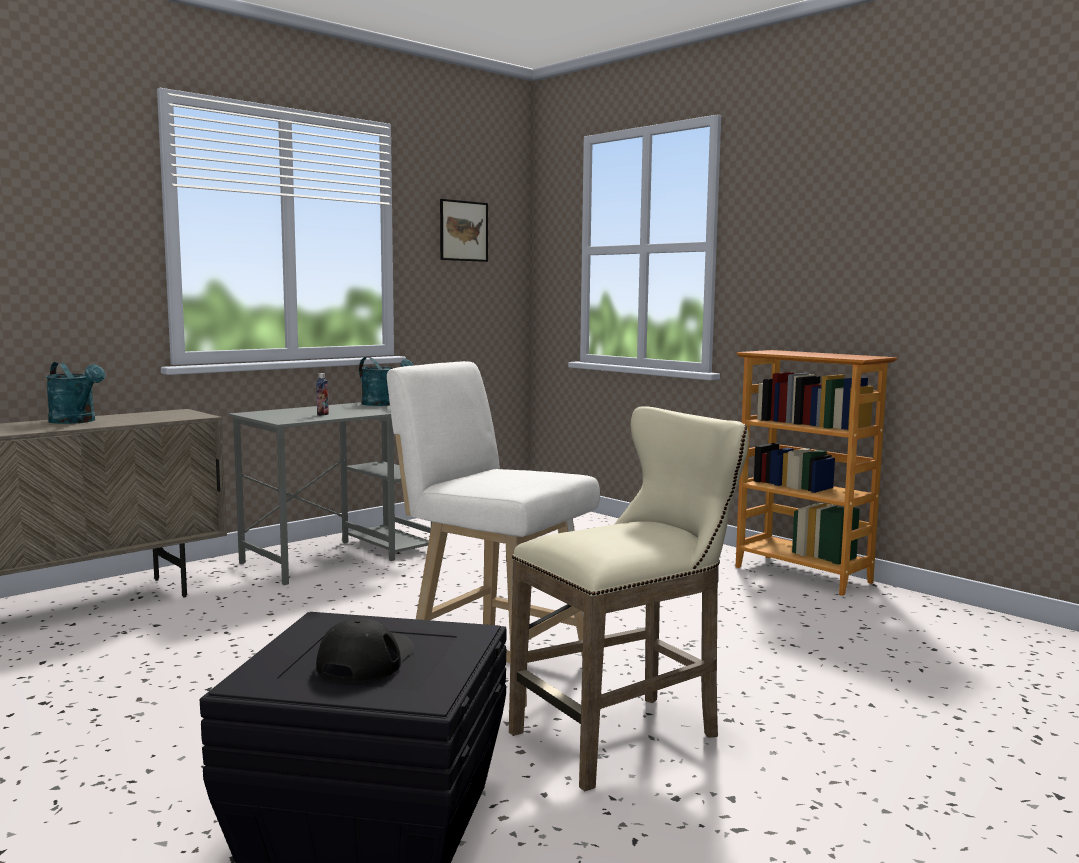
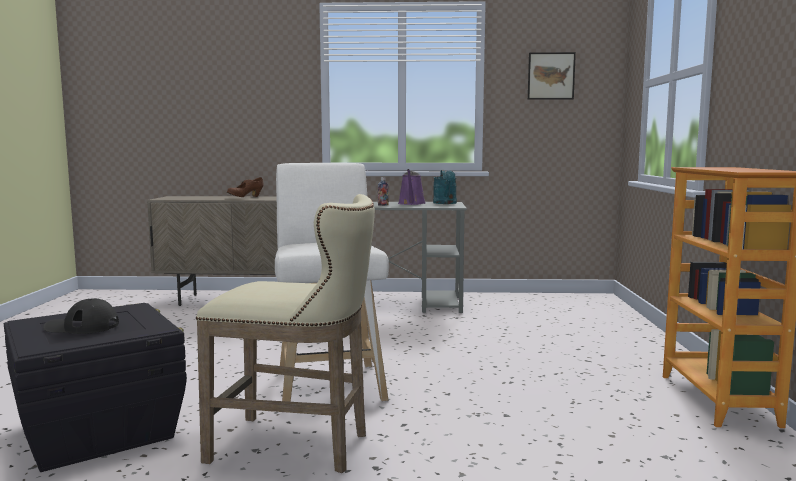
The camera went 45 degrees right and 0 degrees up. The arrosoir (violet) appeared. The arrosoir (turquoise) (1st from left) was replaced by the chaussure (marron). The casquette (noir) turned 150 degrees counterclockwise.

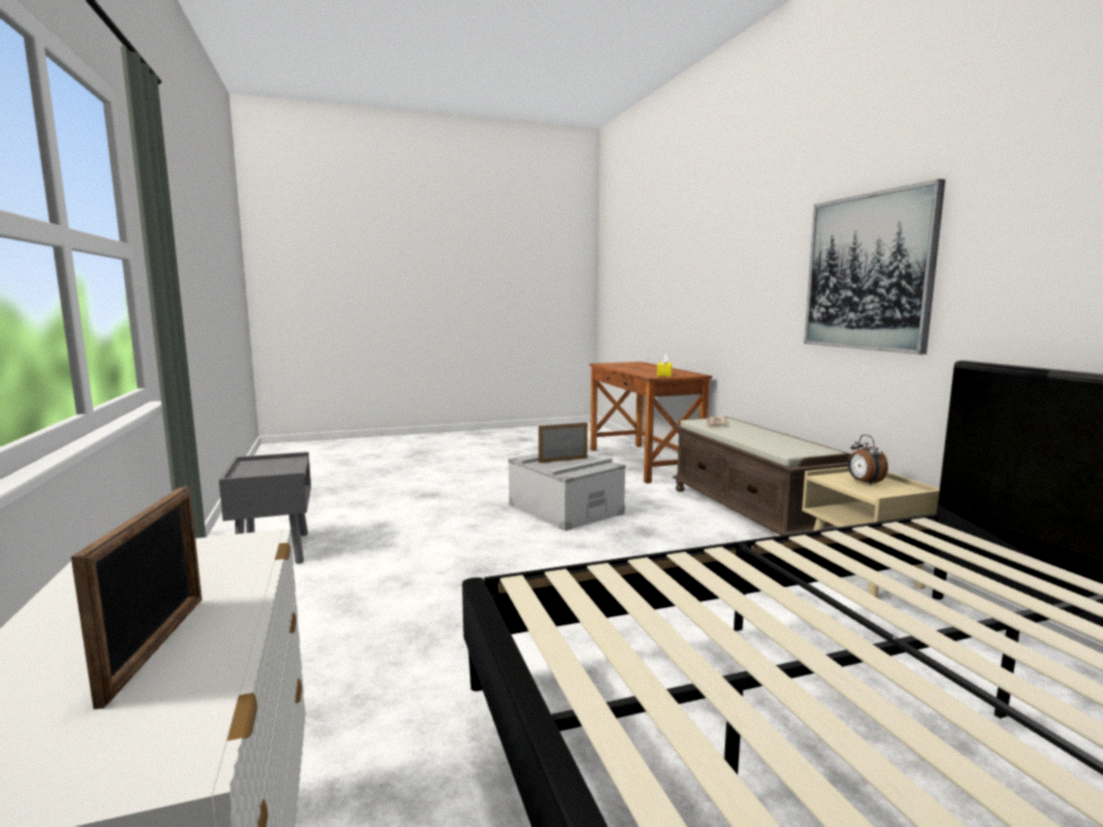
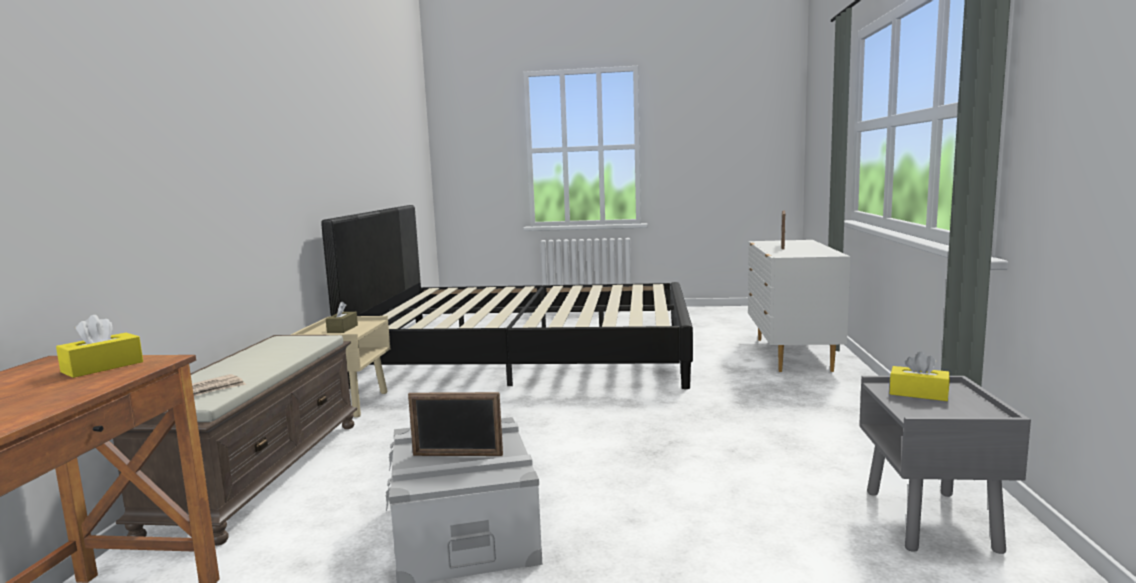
The camera went 155 degrees left and 0 degrees up. The tableau disappeared. The boîte à mouchoirs (jaune) (2nd from left) appeared. The réveil was replaced by the boîte à mouchoirs (marron).

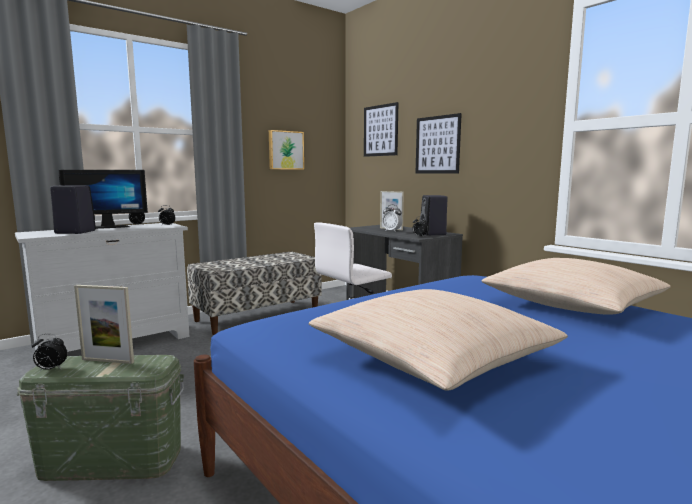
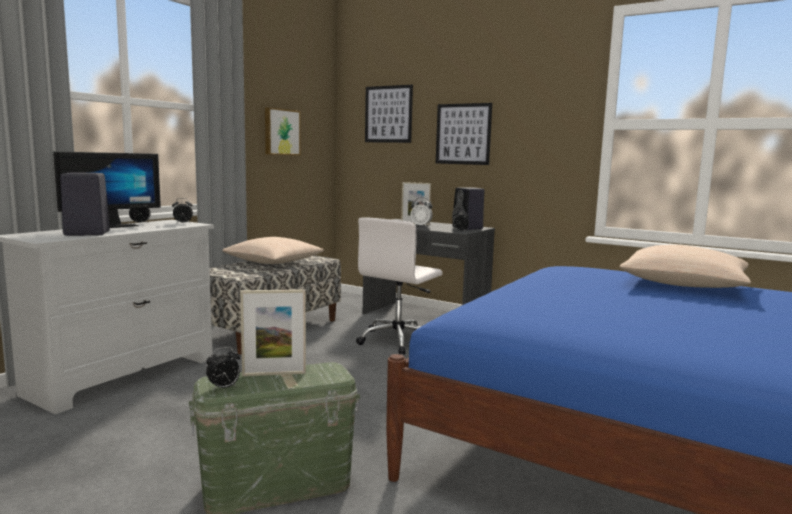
The camera went 20 degrees left and 0 degrees up. The coussin (beige) (1st from left) moved.

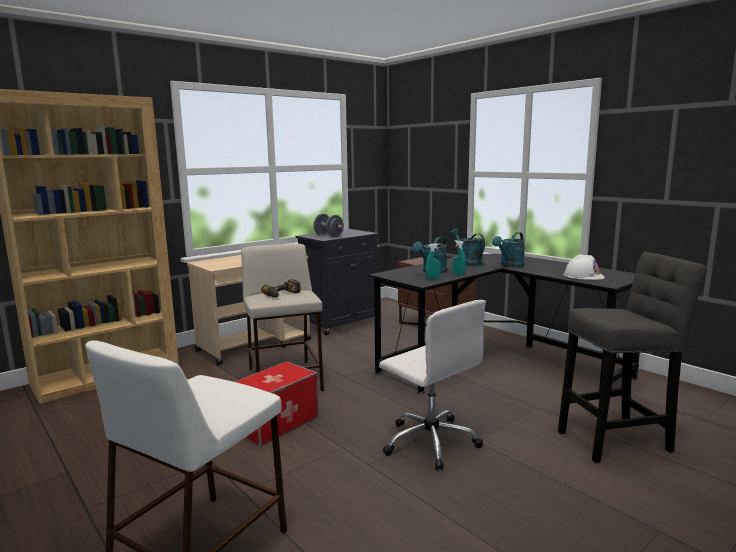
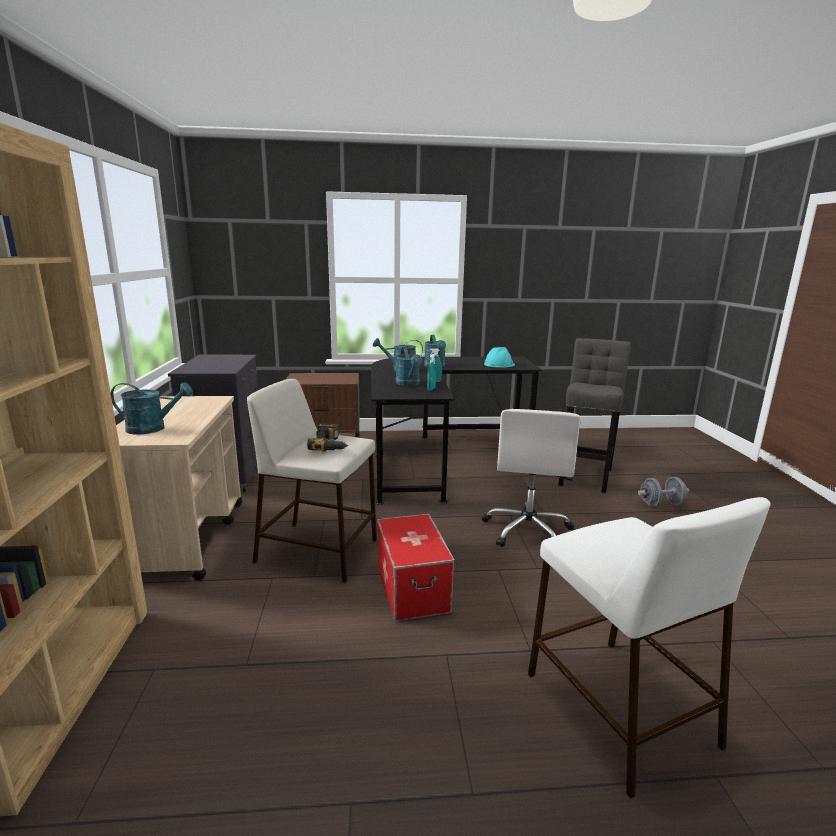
The camera went 55 degrees left and 5 degrees up. The arrosoir (turquoise) (1st from left) appeared. The haltère (gris) moved. The casque de chantier (blanc) became the casque de chantier (turquoise). The chaise de bureau (blanc) turned 105 degrees clockwise.

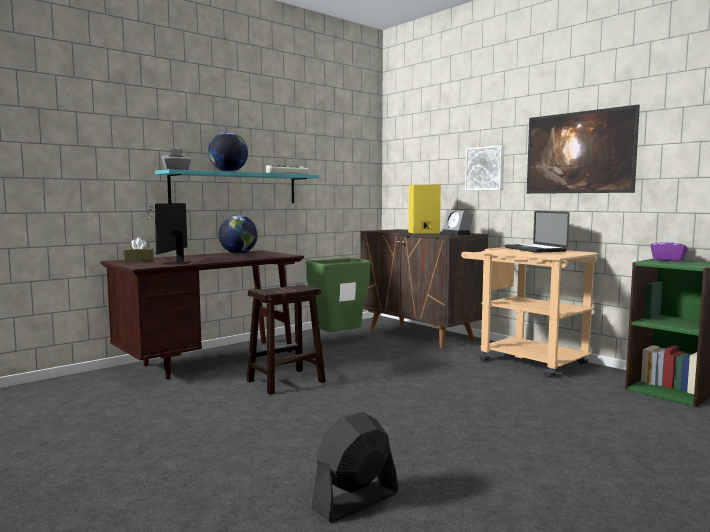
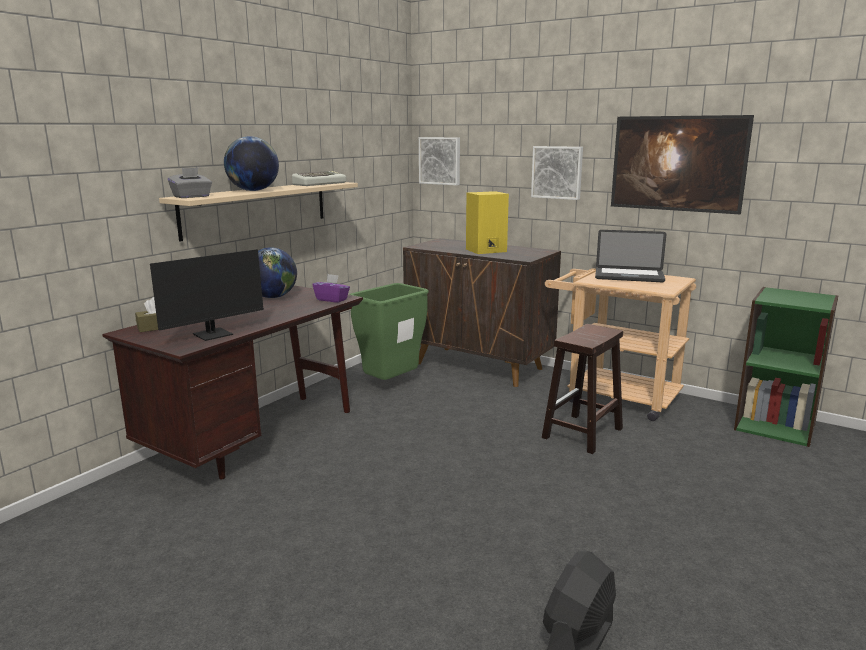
The camera went 15 degrees left and 10 degrees up. The réveil disappeared. The tableau (1st from left) appeared. The tabouret (marron) moved. The boîte à mouchoirs (violet) moved. The étagère (turquoise) became the étagère (beige). The écran d'ordinateur turned 120 degrees counterclockwise. The ordinateur portable turned 45 degrees counterclockwise.

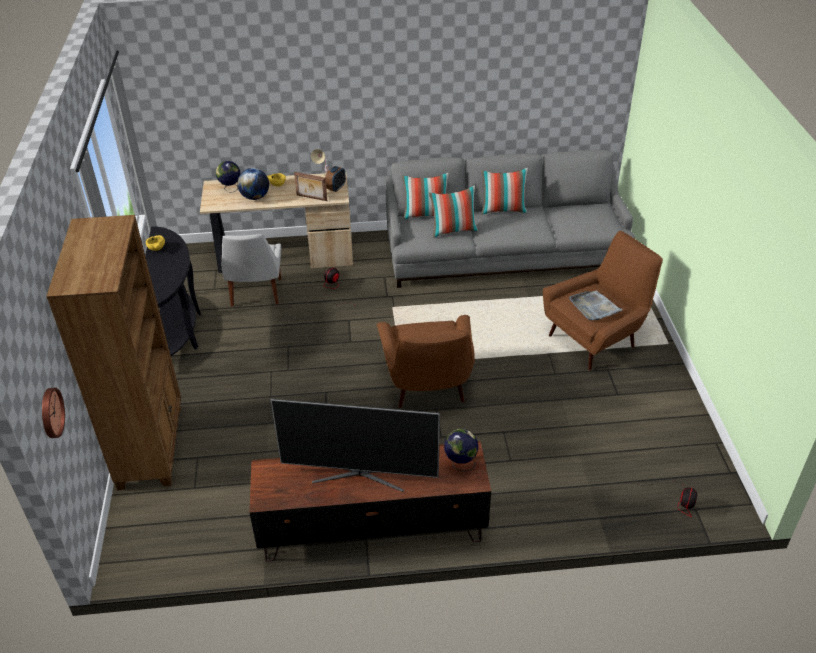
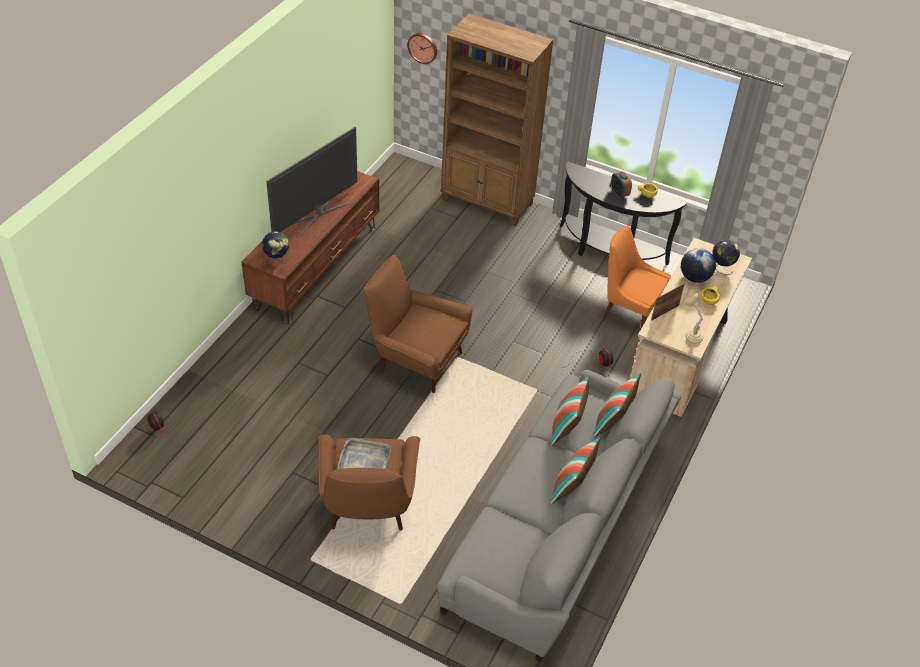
The camera went 120 degrees right and 5 degrees up. The réveil moved. The chaise (blanc) became the chaise (orange).

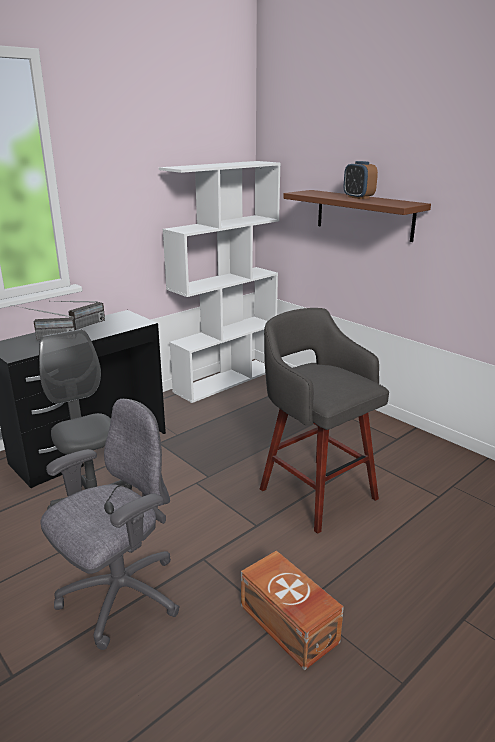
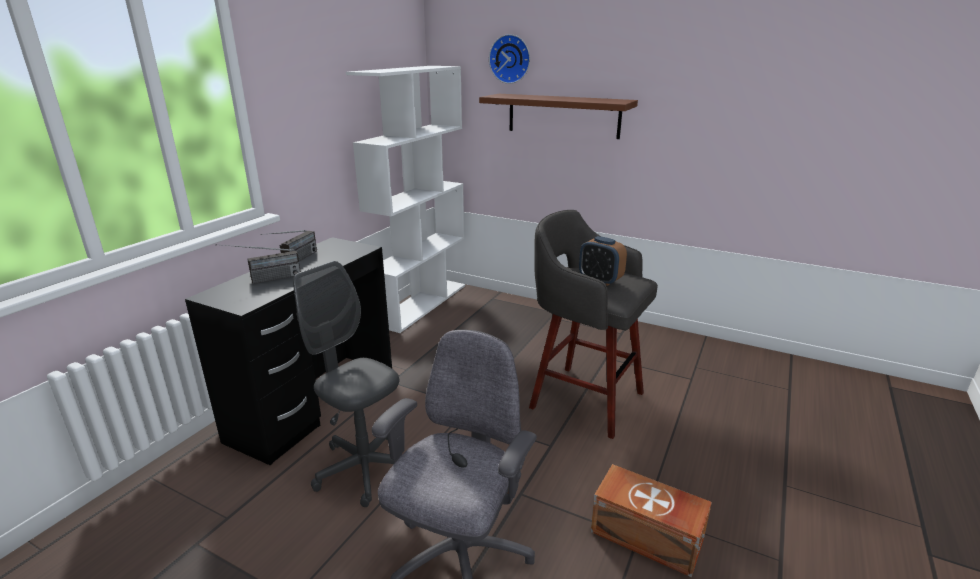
The camera went 20 degrees left and 0 degrees up. The horloge murale appeared. The réveil moved.

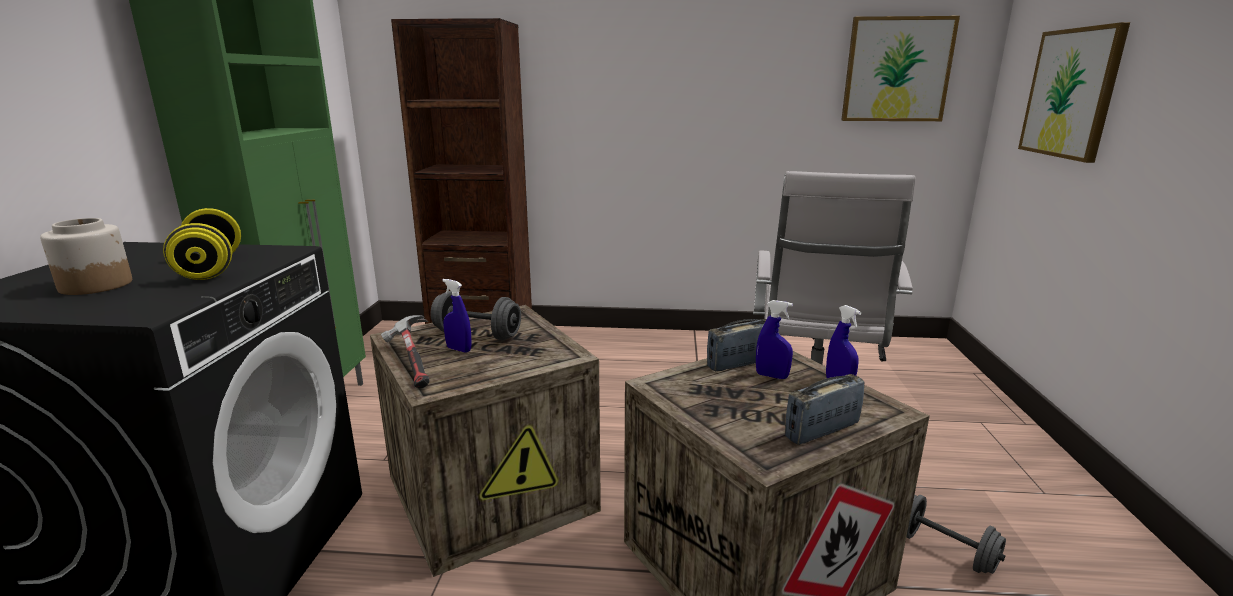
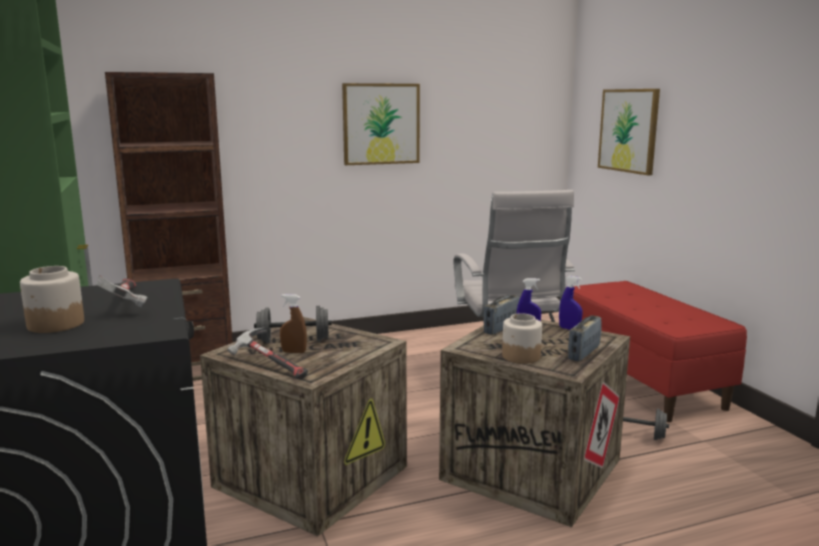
The camera went 25 degrees left and 5 degrees down. The bocal (2nd from left) appeared. The banc (rouge) appeared. The tableau (1st from left) moved. The haltère (jaune) was replaced by the marteau (1st from left). The vaporisateur (bleu) (1st from left) became the vaporisateur (marron).

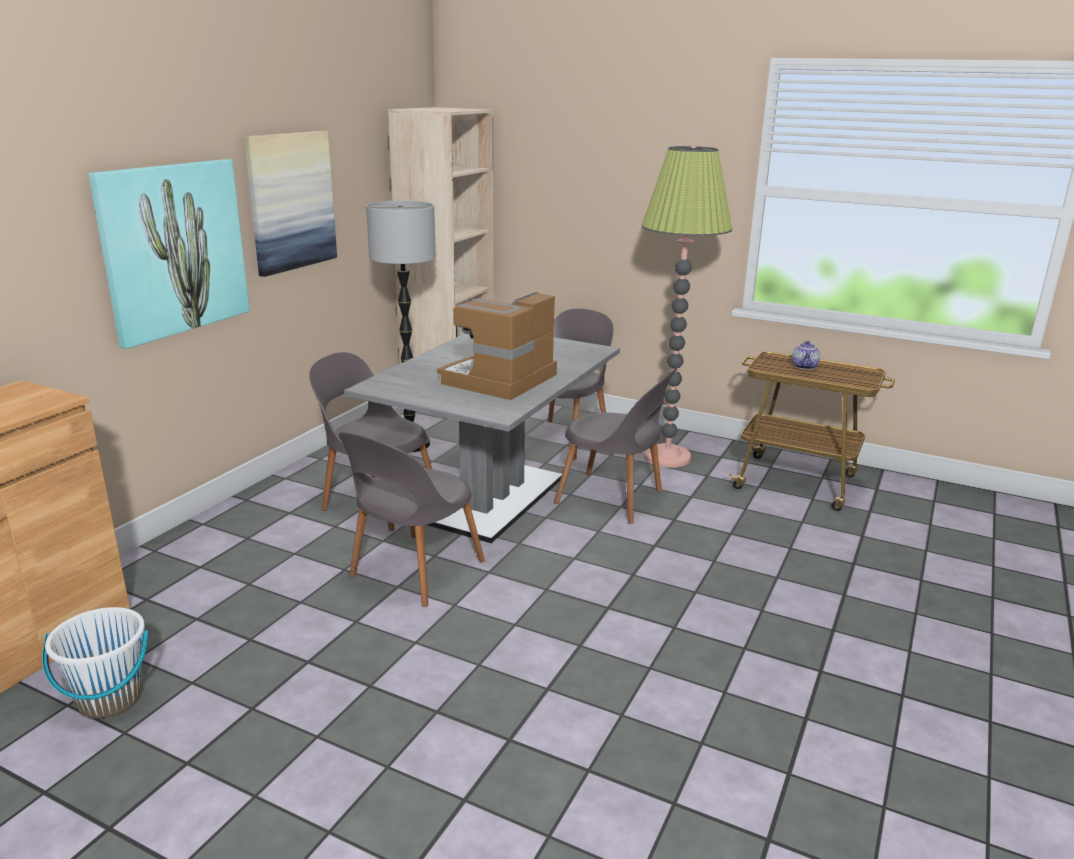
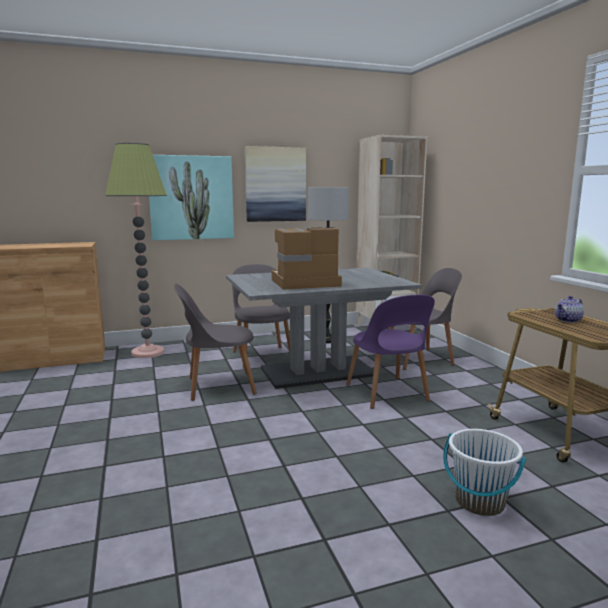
The camera went 45 degrees right and 10 degrees down. The seau (blanc) moved. The lampadaire (2nd from left in the first image) moved. The chaise (gris) (4th from left) became the chaise (violet).

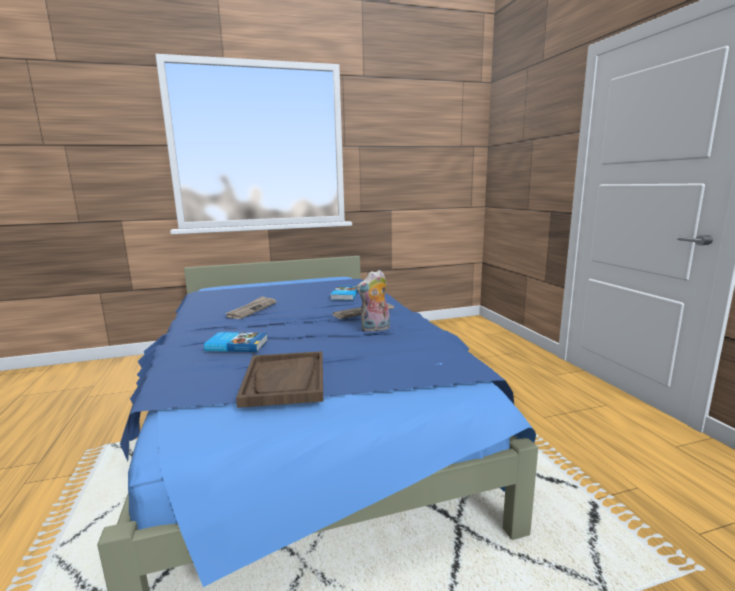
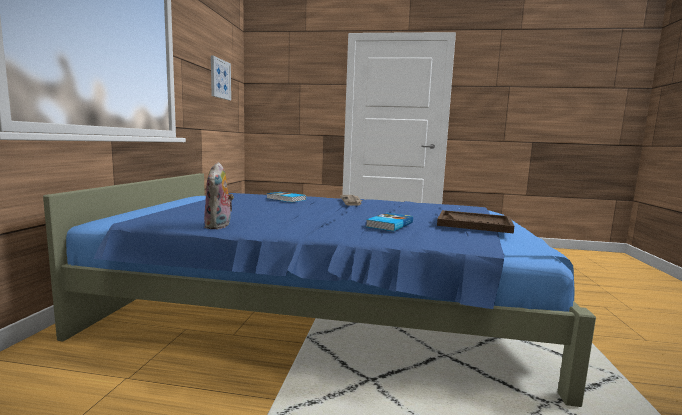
The camera went 65 degrees left and 5 degrees down. The journal (1st from left) disappeared. The tableau appeared. The peluche moved.

